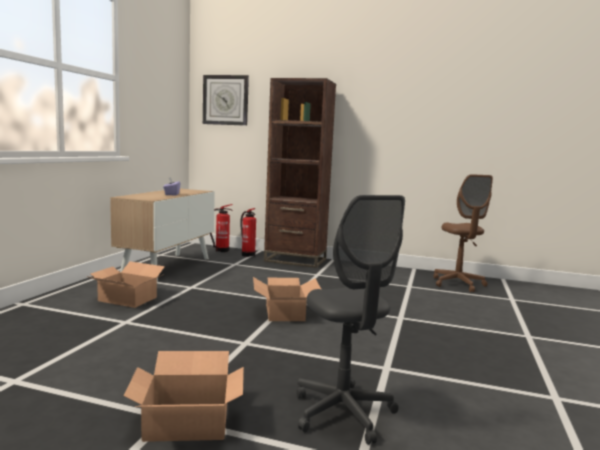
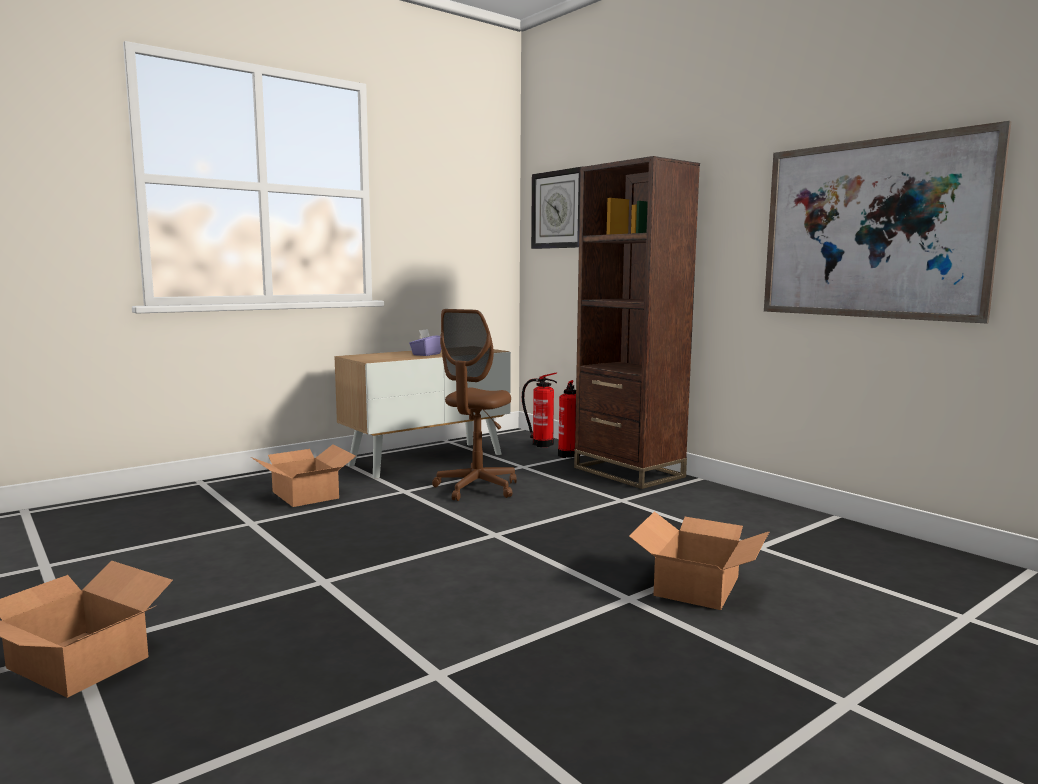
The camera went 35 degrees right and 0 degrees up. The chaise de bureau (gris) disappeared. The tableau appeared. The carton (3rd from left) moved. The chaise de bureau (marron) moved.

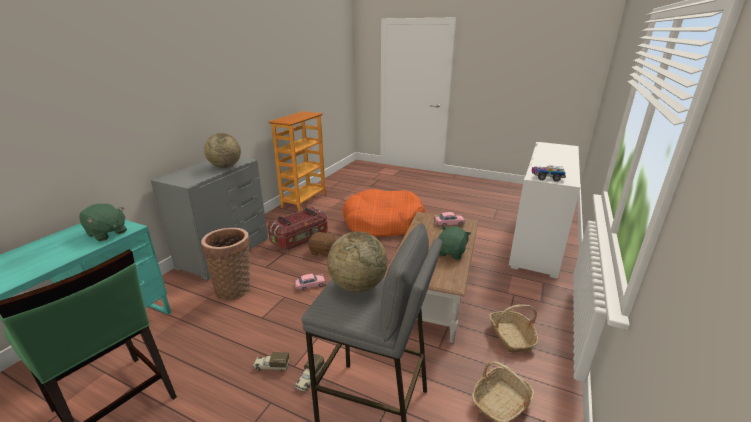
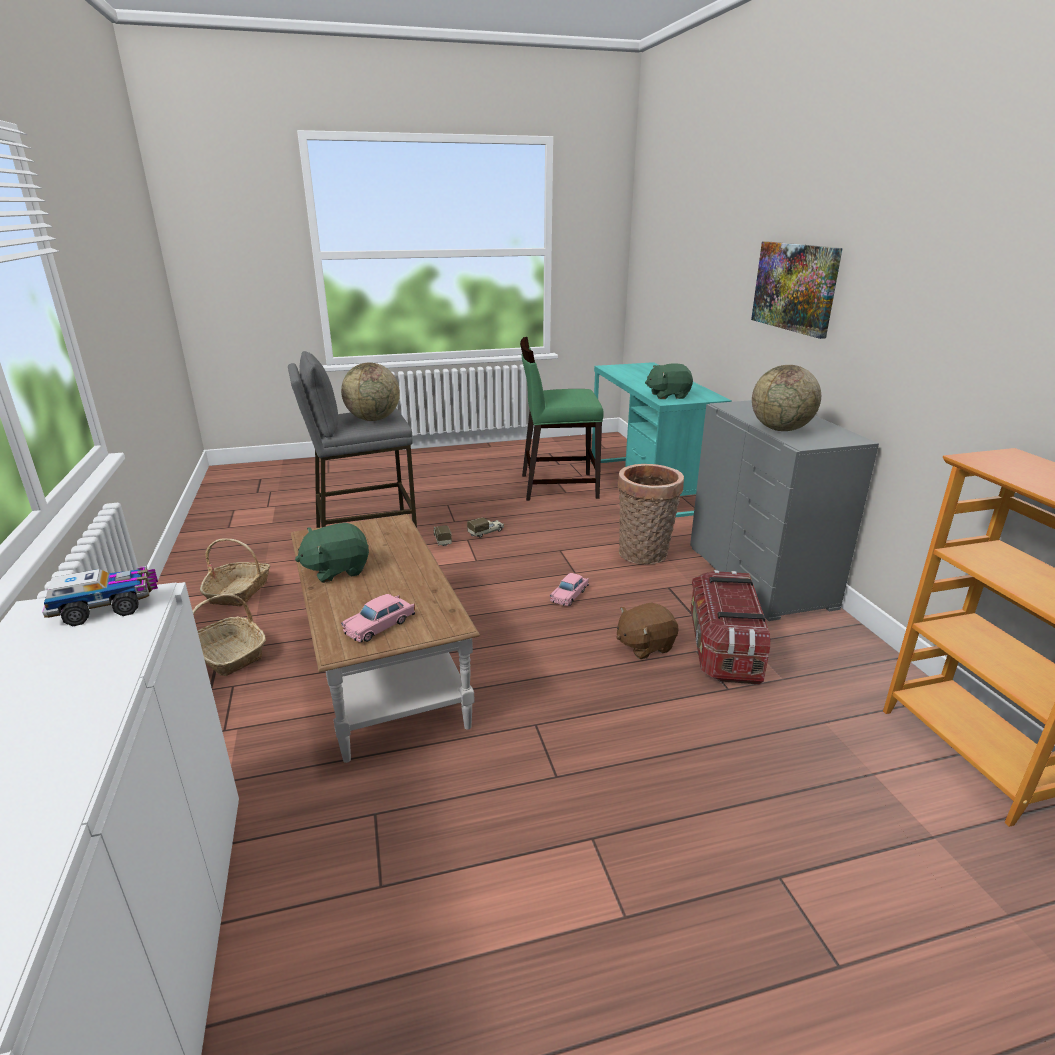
The camera went 140 degrees right and 0 degrees up. The panier pour chien (orange) disappeared. The tableau appeared. The peluche (vert) (2nd from left in the first image) turned 75 degrees clockwise.

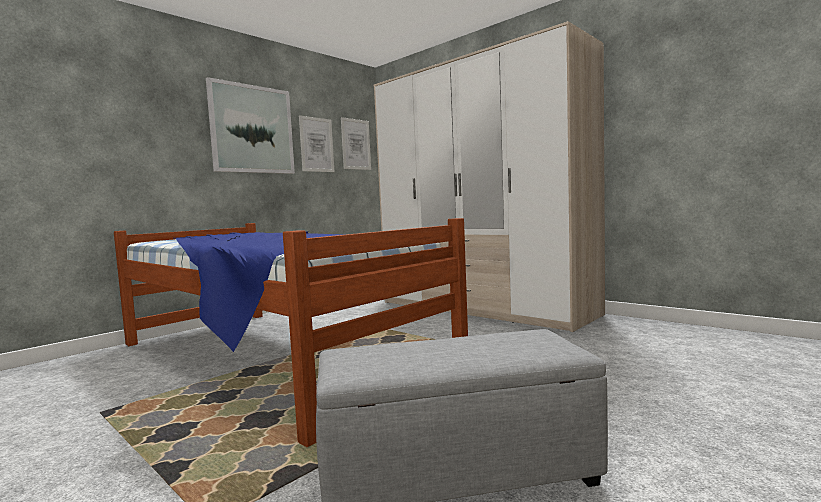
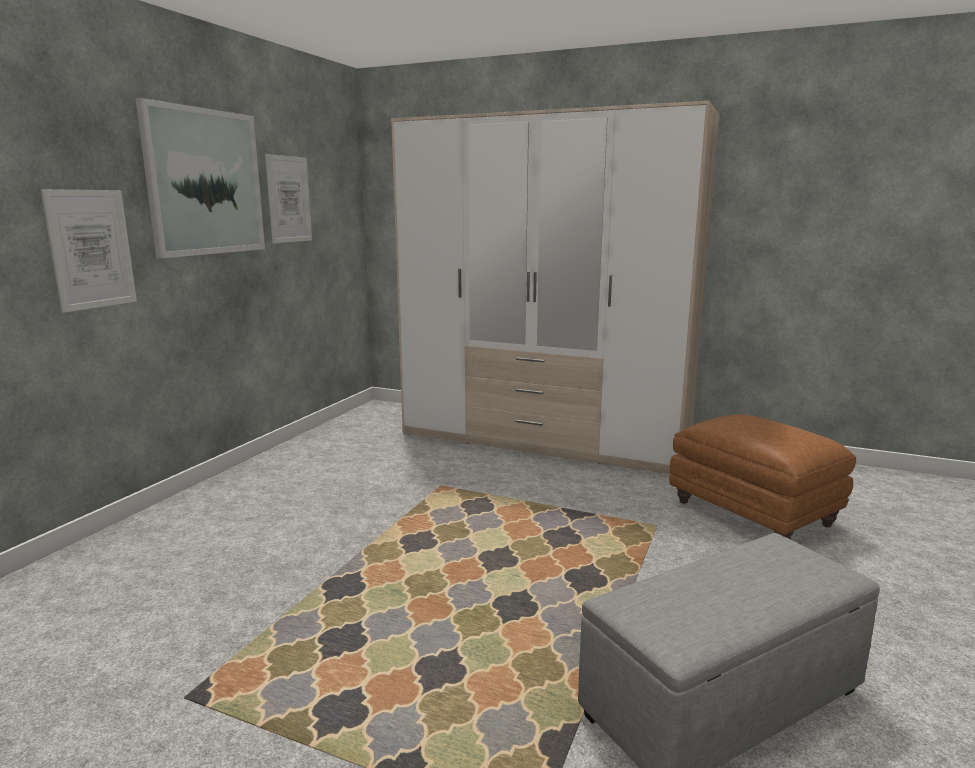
The camera went 20 degrees left and 10 degrees up. The lit disappeared. The pouf (marron) appeared. The tableau (3rd from left in the first image) moved.

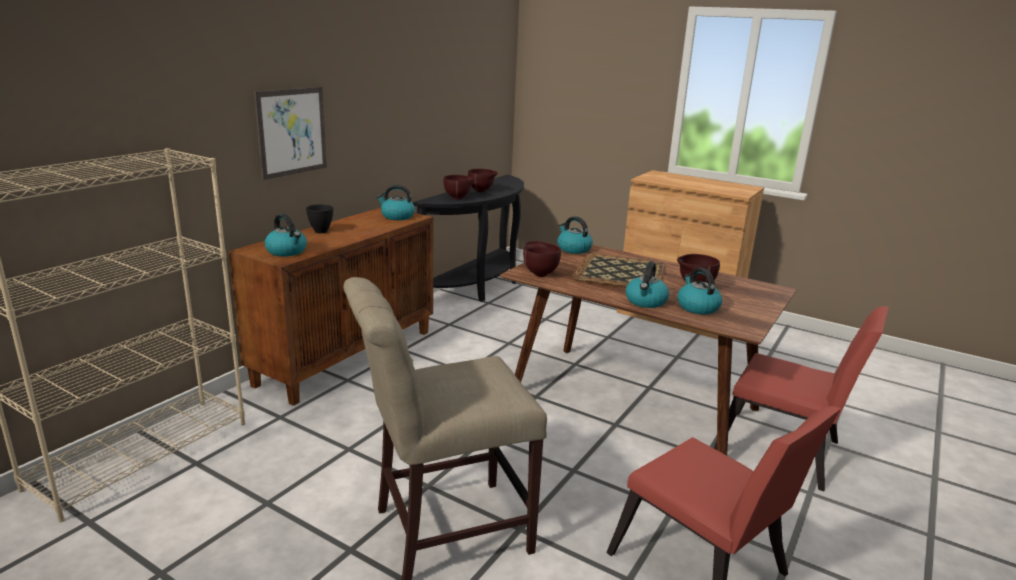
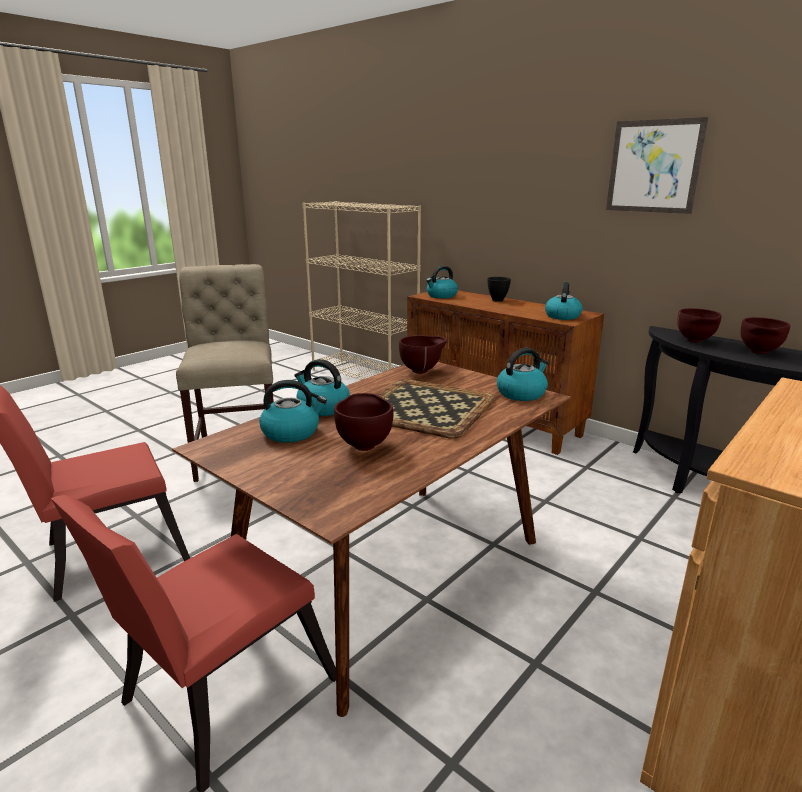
The camera went 100 degrees right and 0 degrees up. The tableau moved.

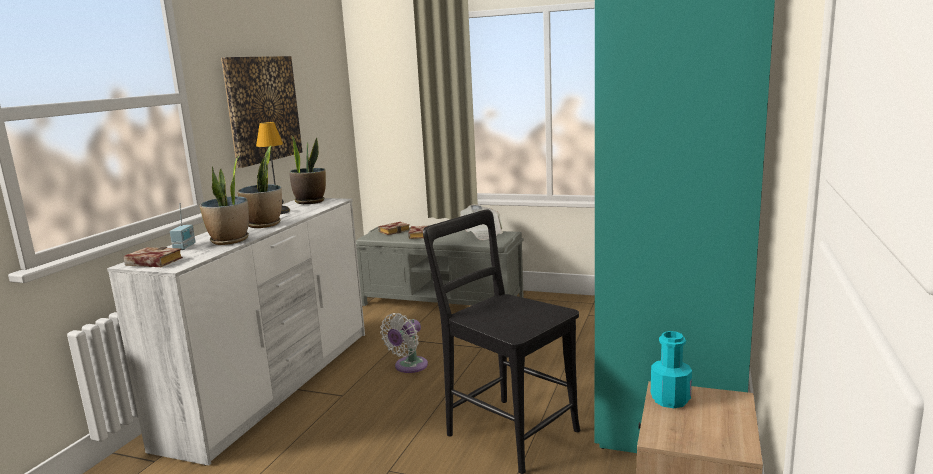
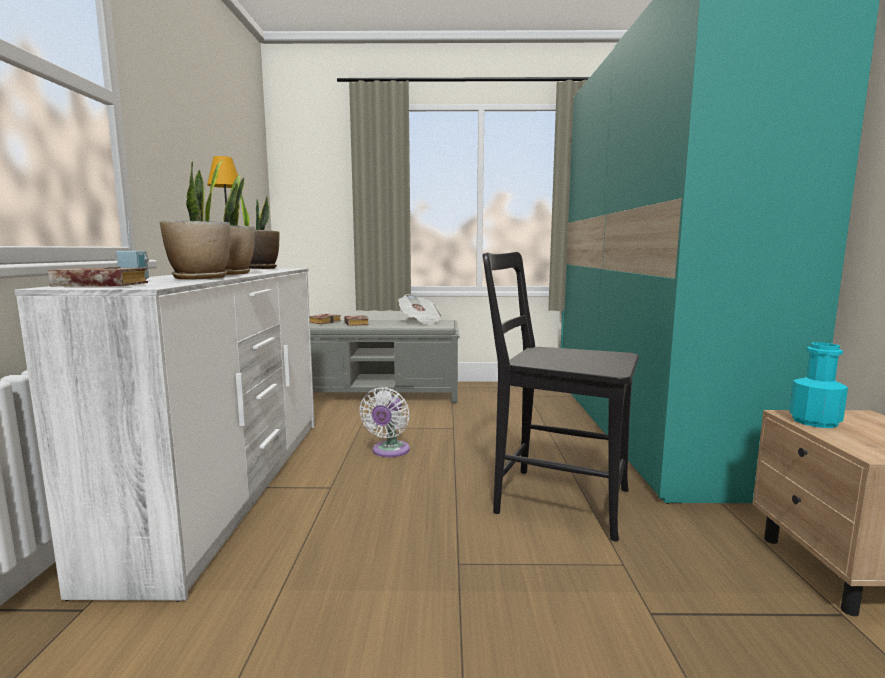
The camera went 20 degrees left and 5 degrees down. The tableau disappeared.

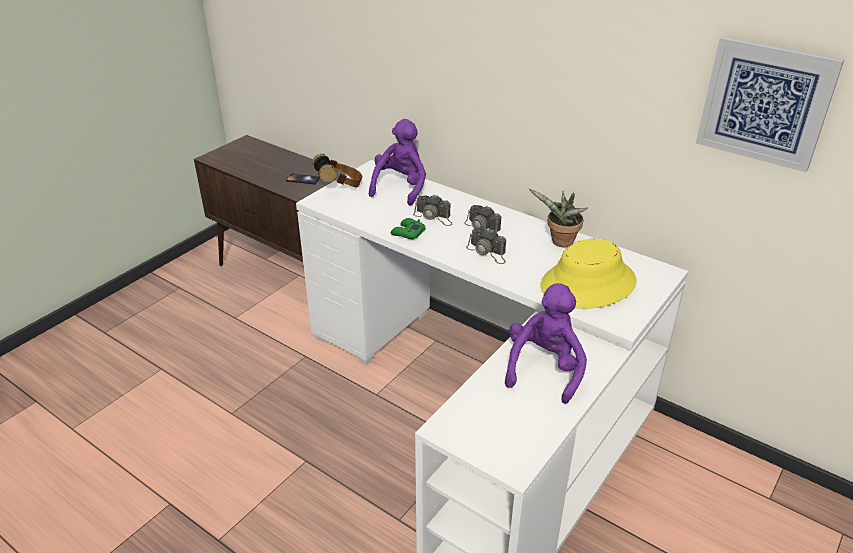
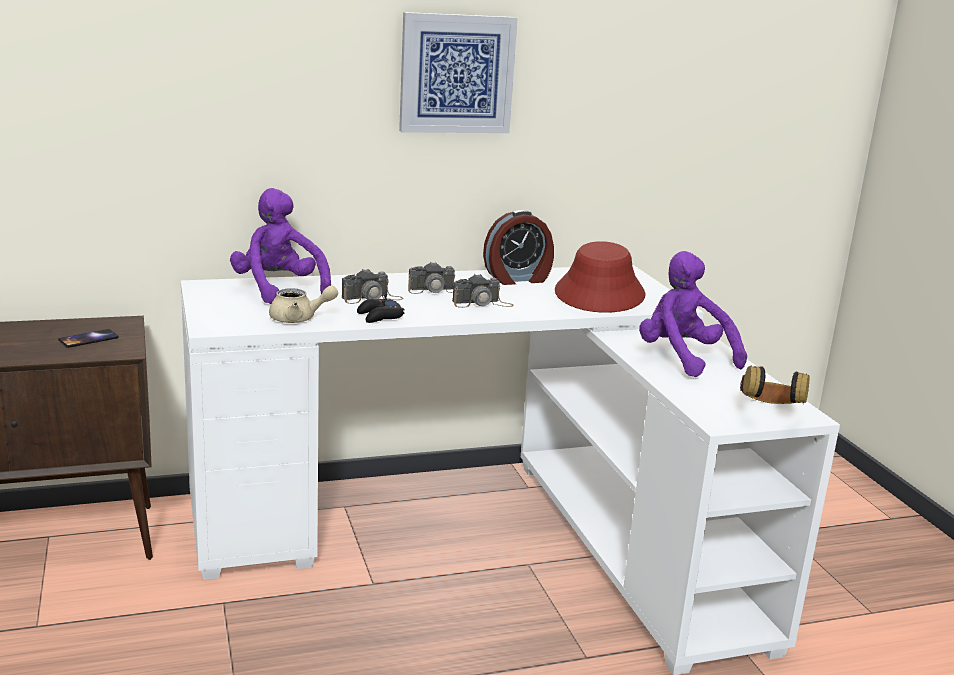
The camera went 55 degrees left and 15 degrees down. The théière (beige) appeared. The casque audio moved. The tableau moved. The plante en pot was replaced by the réveil. The manette (vert) became the manette (noir). The chapeau (jaune) became the chapeau (rouge).

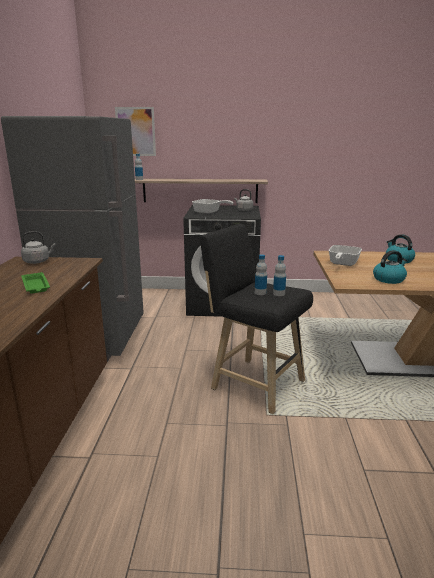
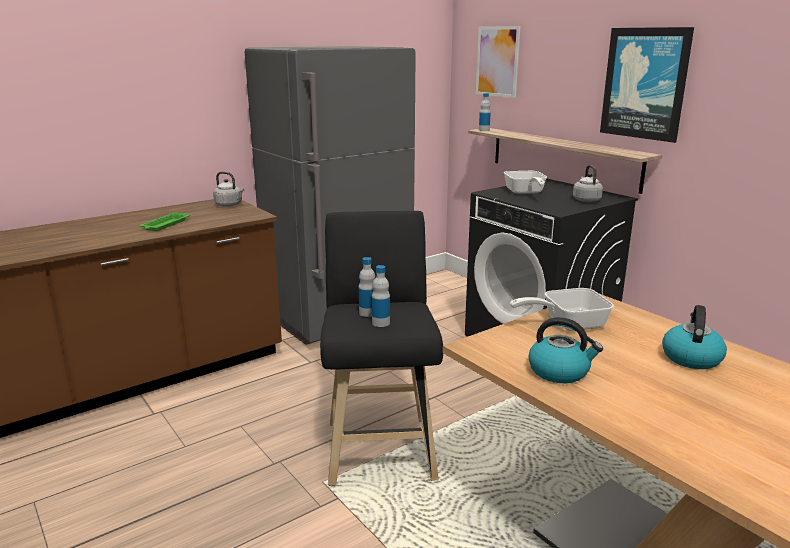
The camera went 50 degrees right and 0 degrees up. The tableau (2nd from left) appeared.

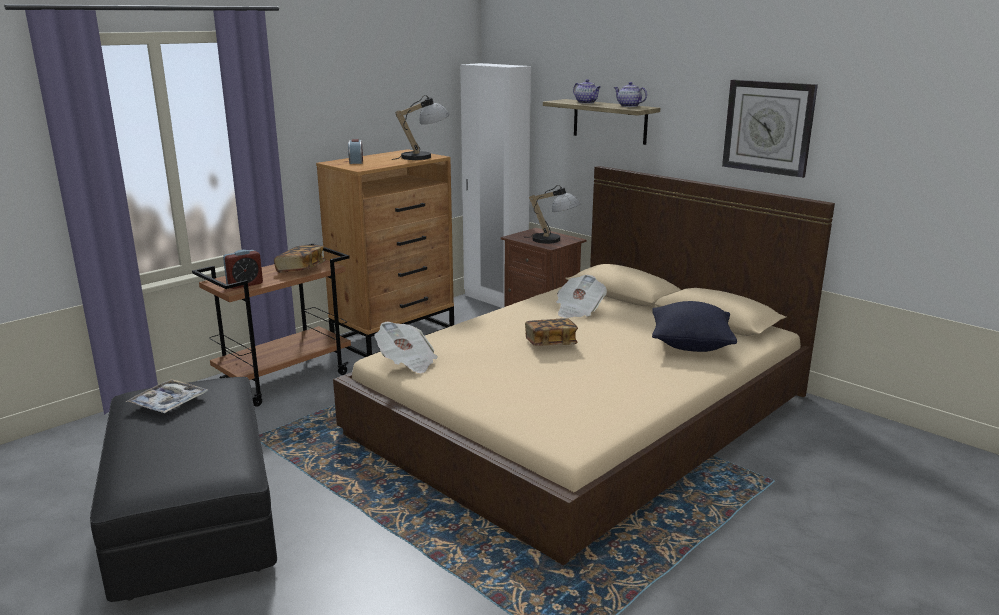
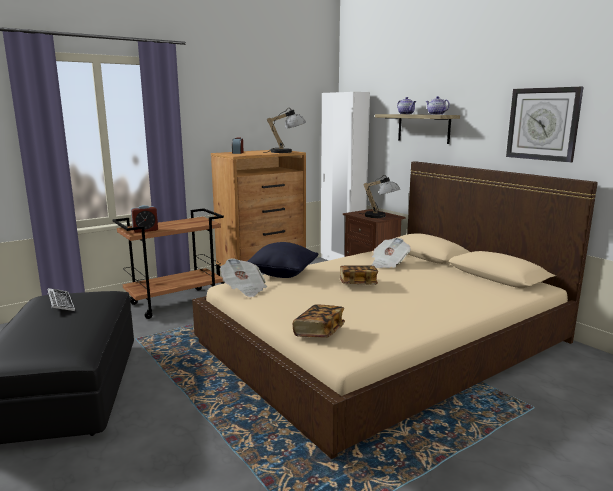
The camera went 10 degrees right and 5 degrees down. The livre (1st from left) moved. The coussin (noir) moved. The plateau was replaced by the clavier.

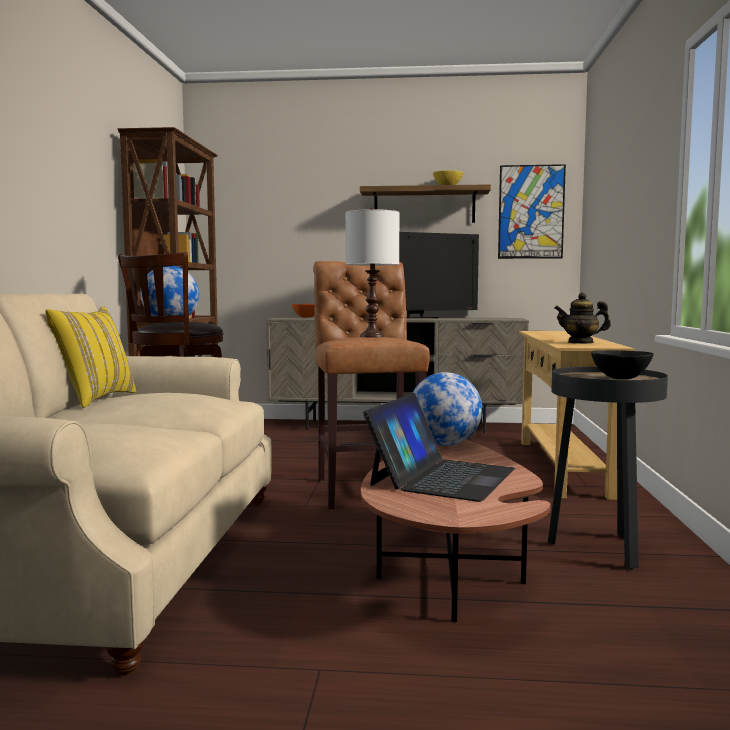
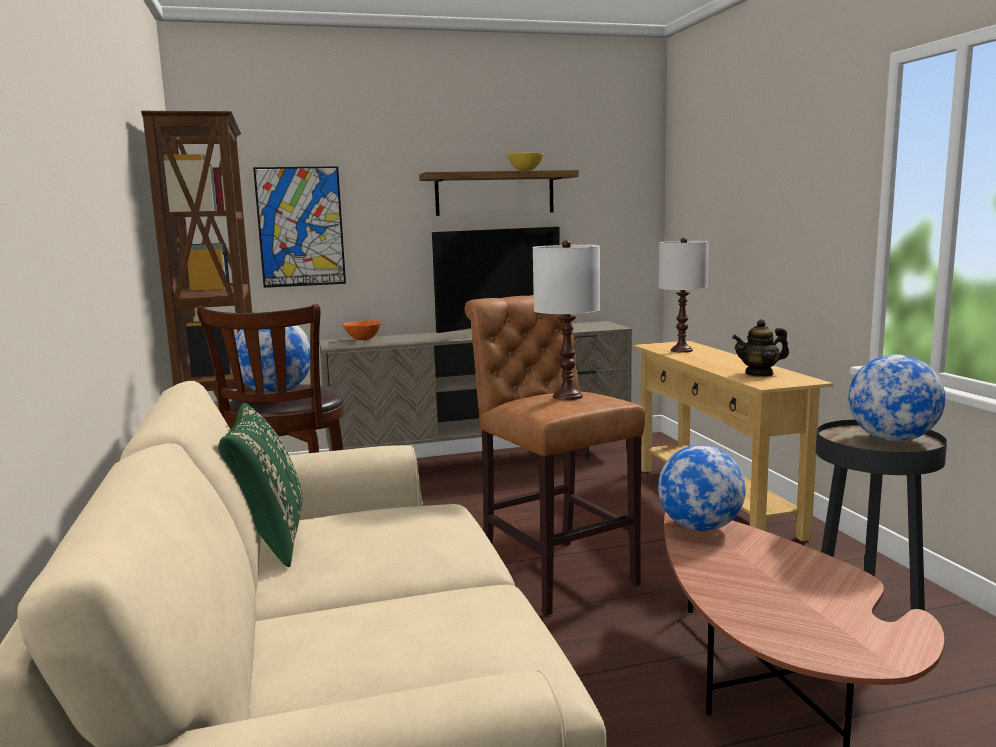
The camera went 20 degrees left and 5 degrees up. The ordinateur portable disappeared. The lampe de table (blanc) (2nd from left) appeared. The tableau moved. The bol (noir) was replaced by the globe (3rd from left). The coussin (jaune) became the coussin (vert).

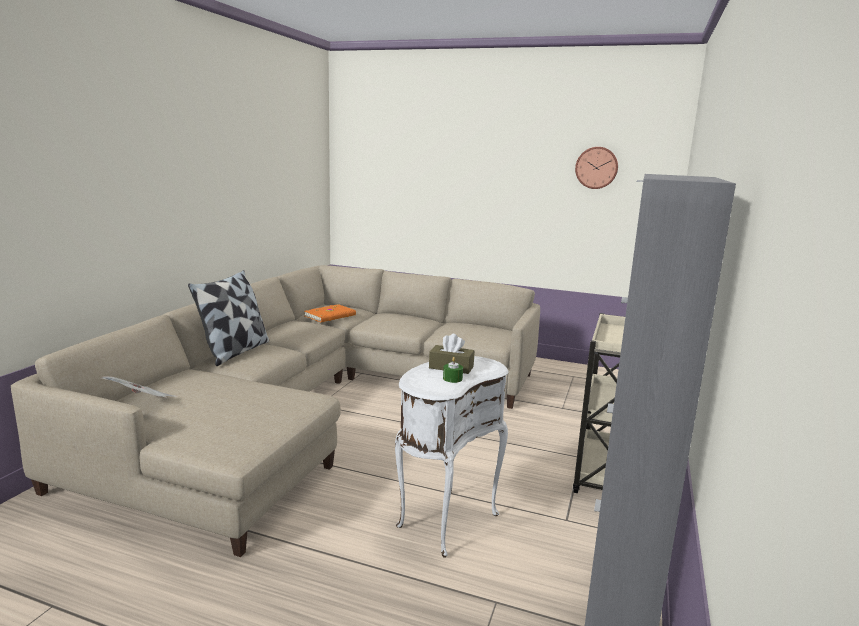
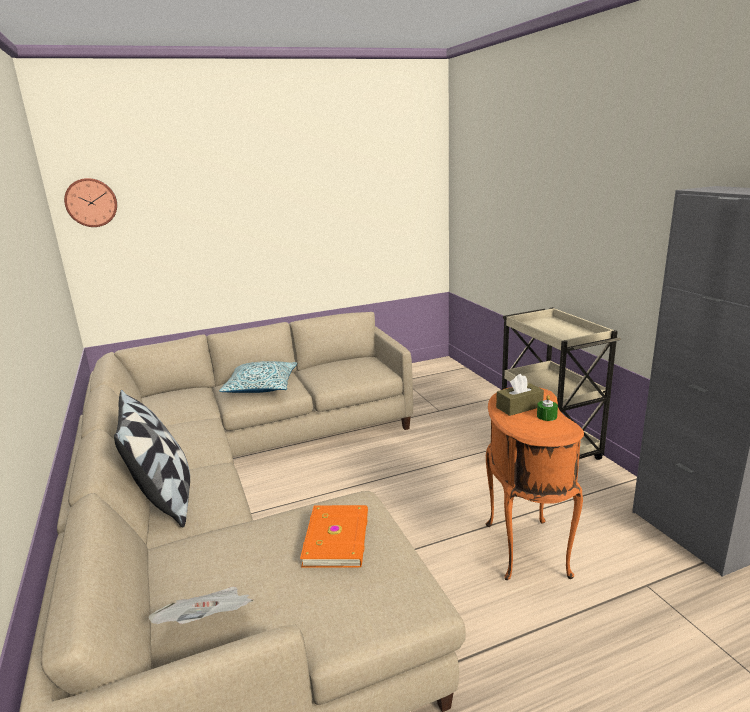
The camera went 40 degrees left and 5 degrees up. The coussin (2nd from left) appeared. The livre (orange) moved. The horloge murale moved. The table d'appoint (blanc) became the table d'appoint (orange).

